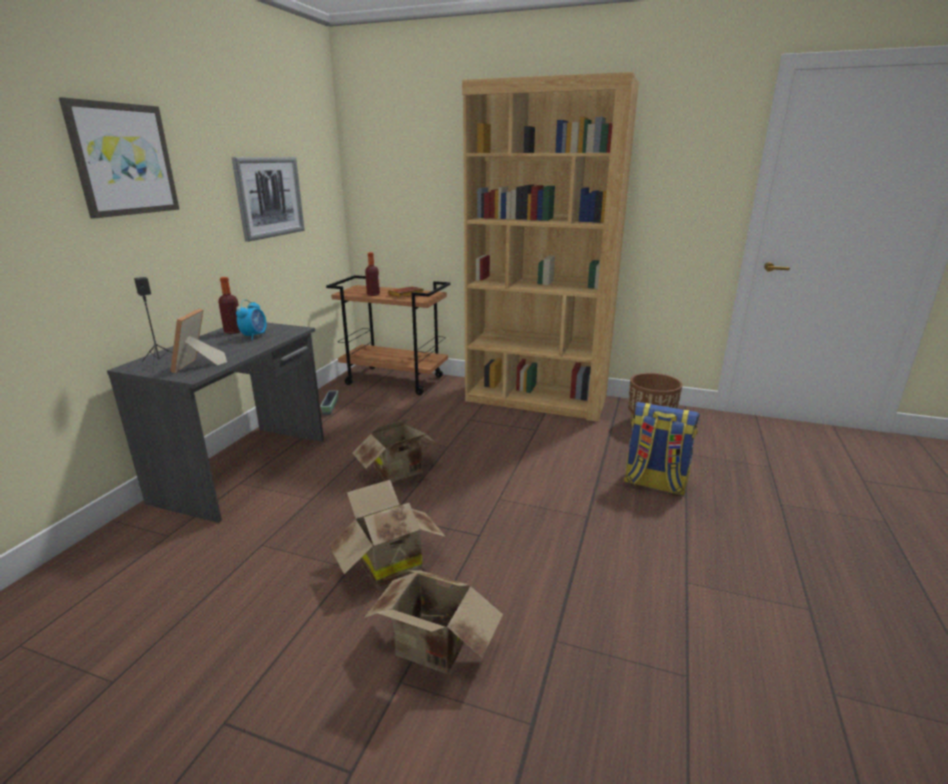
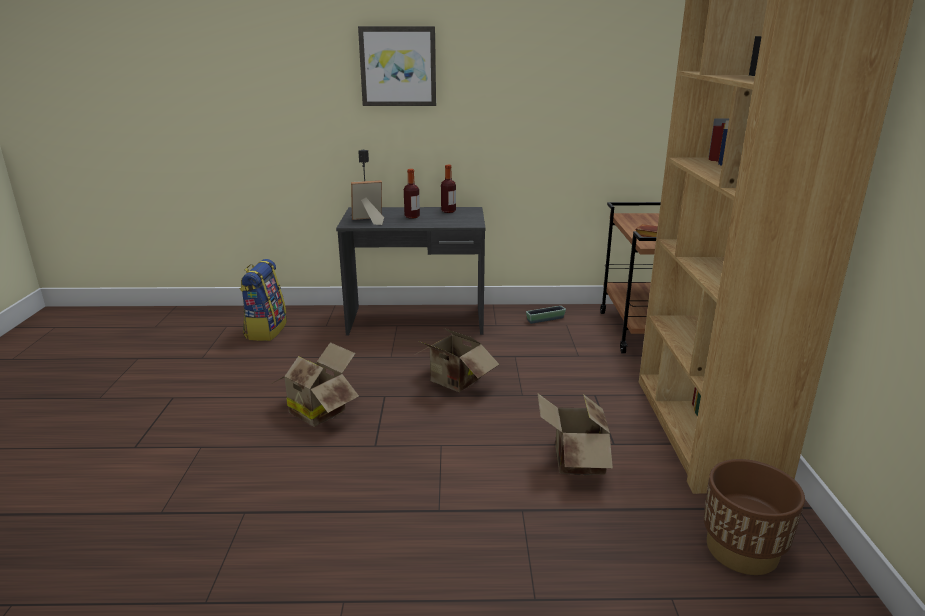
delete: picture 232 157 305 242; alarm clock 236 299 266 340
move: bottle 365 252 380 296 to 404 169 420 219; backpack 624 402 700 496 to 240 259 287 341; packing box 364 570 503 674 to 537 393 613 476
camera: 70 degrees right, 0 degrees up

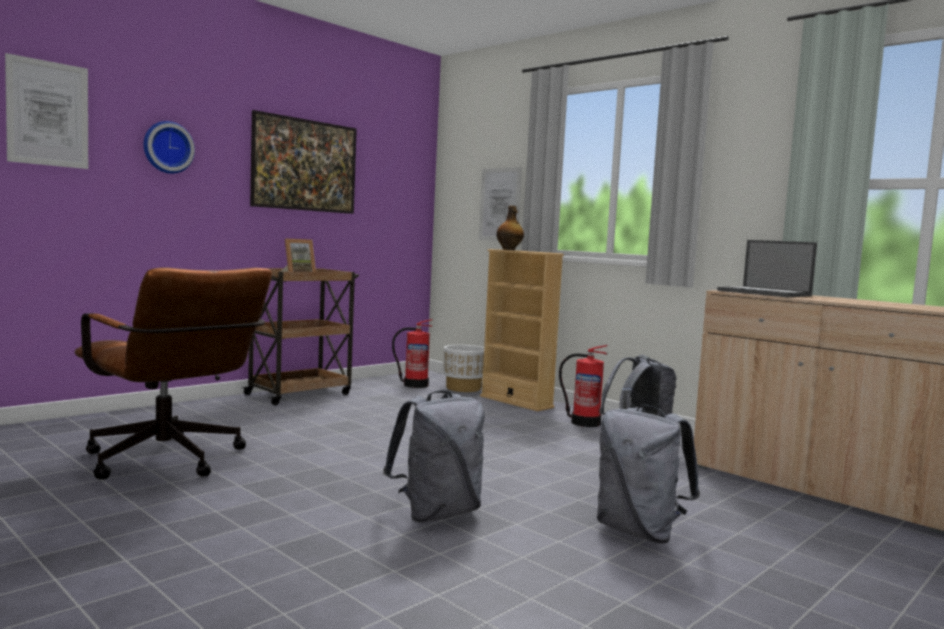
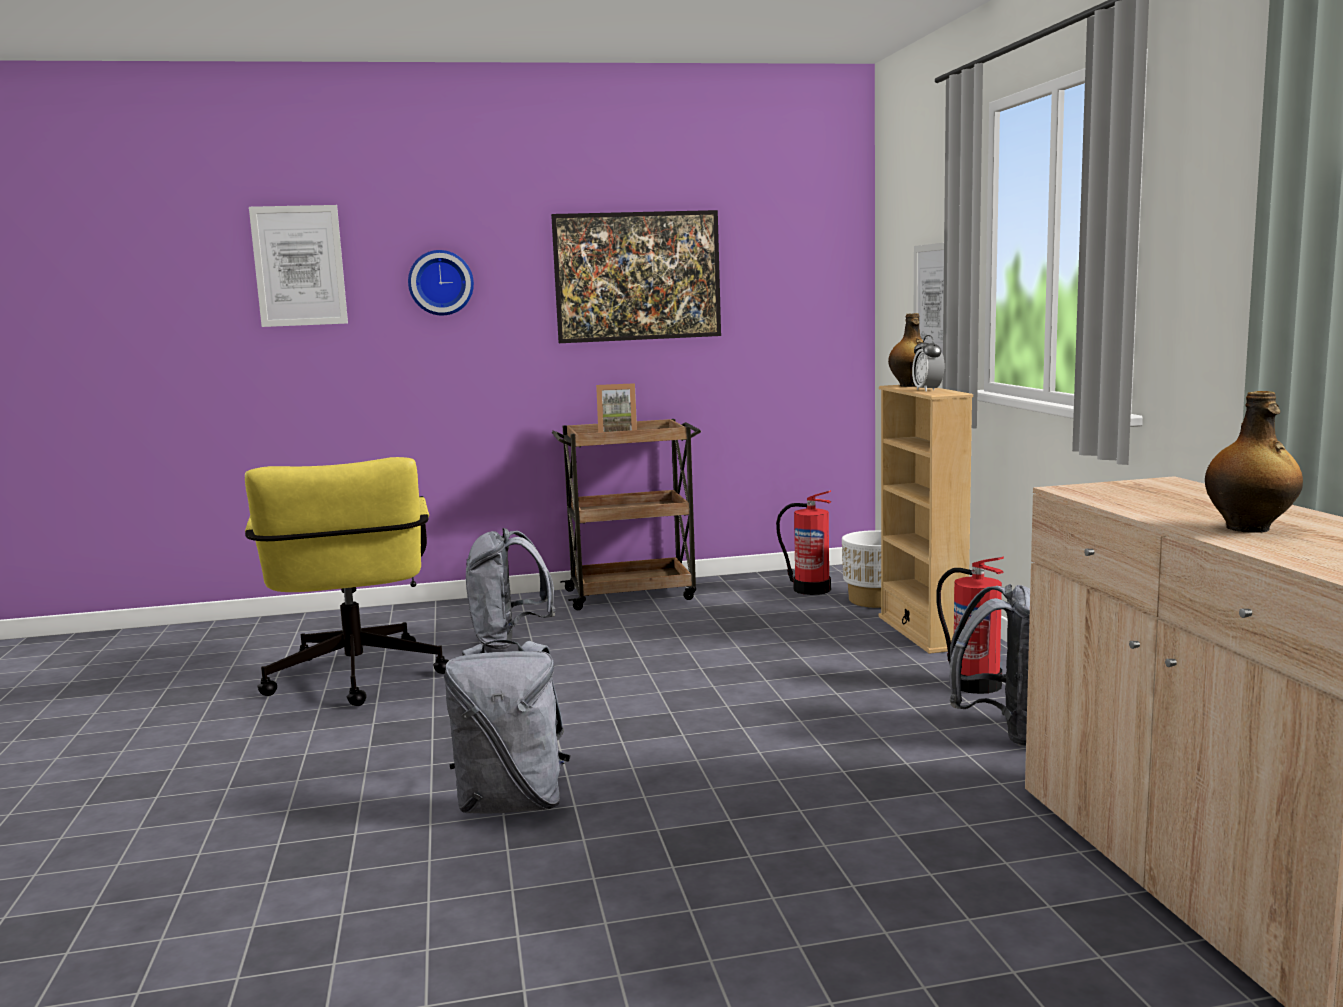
delete: laptop 717 240 817 297
insert: alarm clock 912 335 945 392; bottle 1205 391 1303 533
move: gray backpack 597 405 700 543 to 466 528 556 649
recolor: brown-coloured computer chair 74 267 272 480 to yellow computer chair 245 457 449 706
camera: 35 degrees right, 5 degrees up

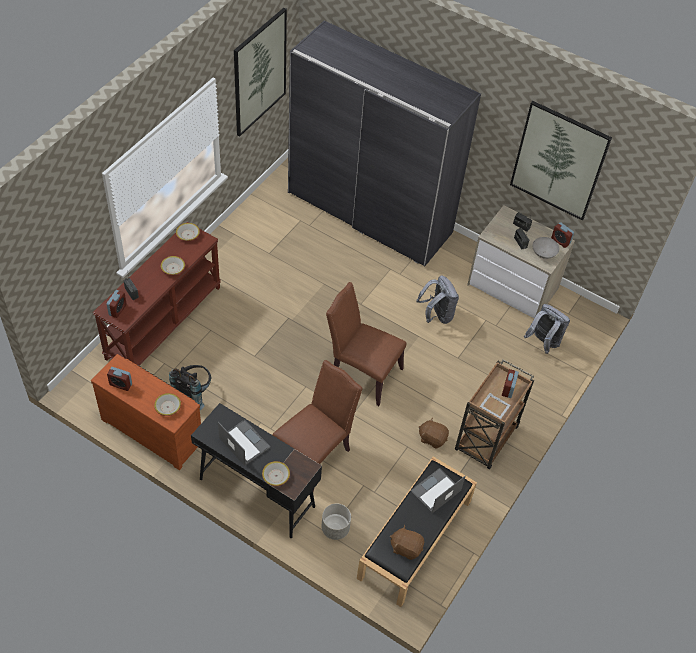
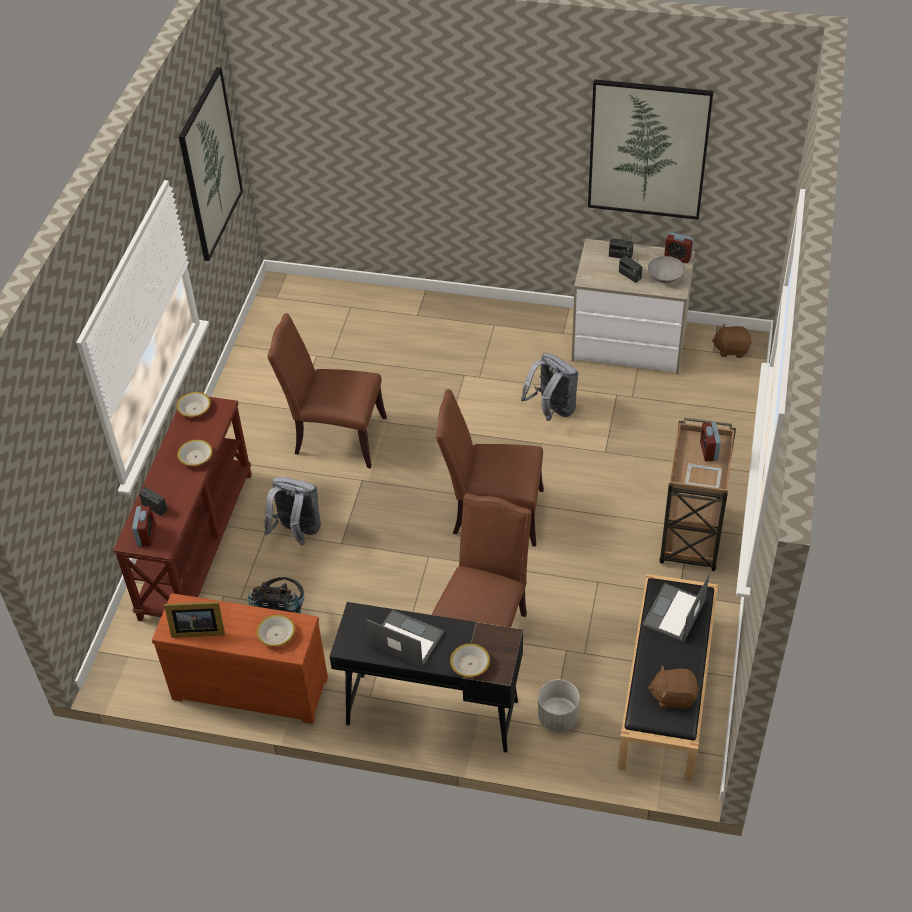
delete: gray armoire 288 20 481 266
insert: brown-coloured chair 267 313 387 469
move: gray backpack 524 304 570 354 to 264 477 321 546; brown-coloured cuddly toy 419 418 449 448 to 712 323 752 358
replace: alarm clock 107 367 132 391 to photo frame 164 601 225 638
camera: 15 degrees left, 5 degrees down

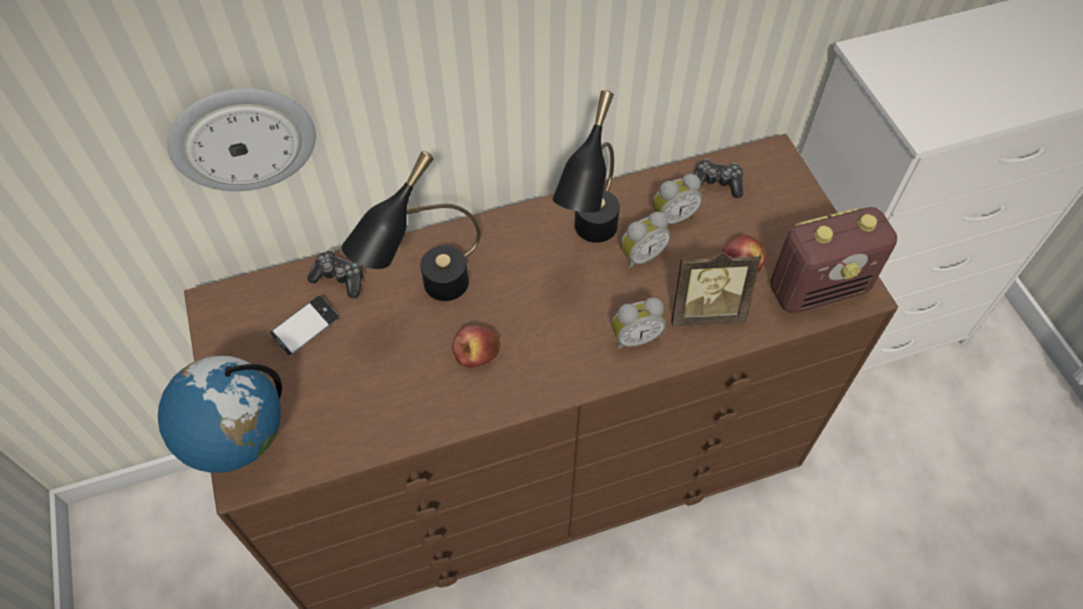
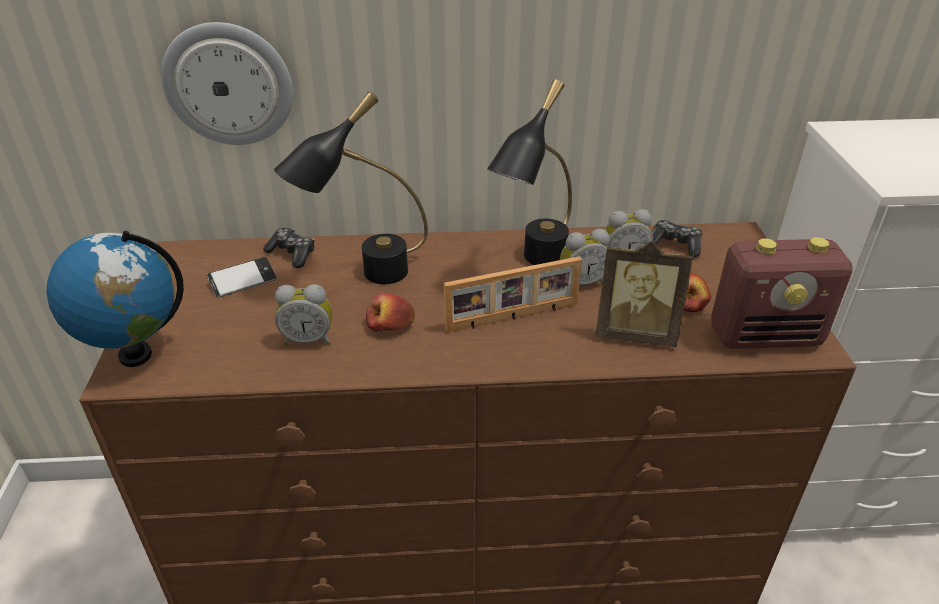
insert: photo frame 444 256 582 332
move: alarm clock 612 297 666 350 to 275 284 332 346
camera: 15 degrees right, 20 degrees down

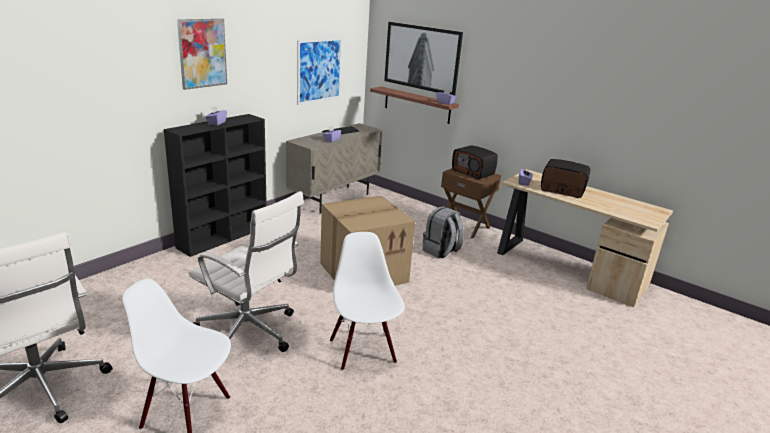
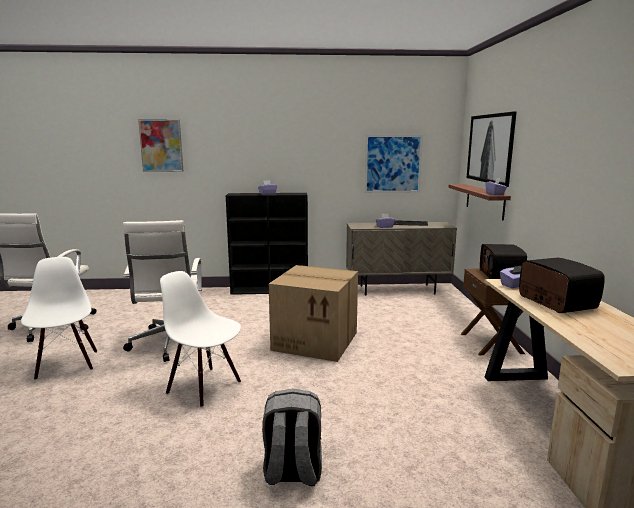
move: picture 177 19 227 90 to 138 119 183 172; gray backpack 422 206 464 258 to 262 389 322 486
rotate: white chair 330 232 405 371 = 160 271 241 408 90 degrees counterclockwise
camera: 50 degrees right, 10 degrees down

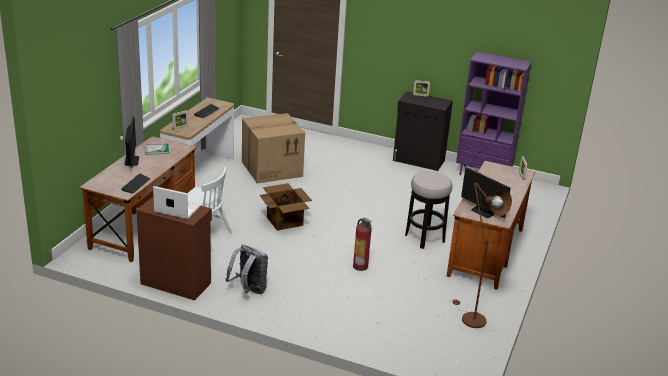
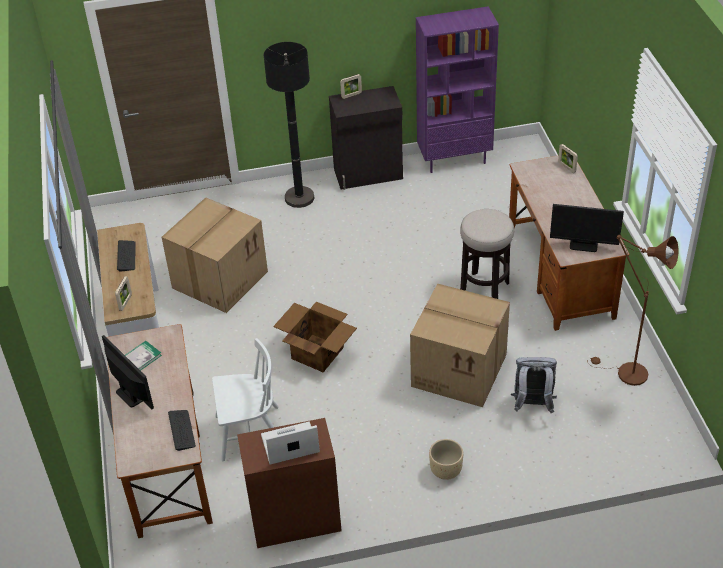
insert: black standard lamp 264 42 314 208; beige-coloured plant pot 429 439 463 480
move: gray backpack 226 244 268 294 to 511 357 557 413
replace: extinguisher 353 218 372 271 to packing box 410 283 510 407
camera: 30 degrees left, 15 degrees up

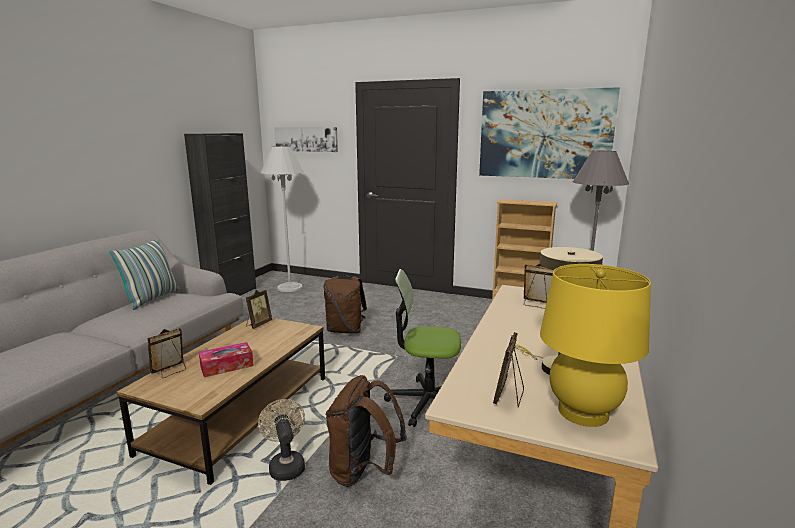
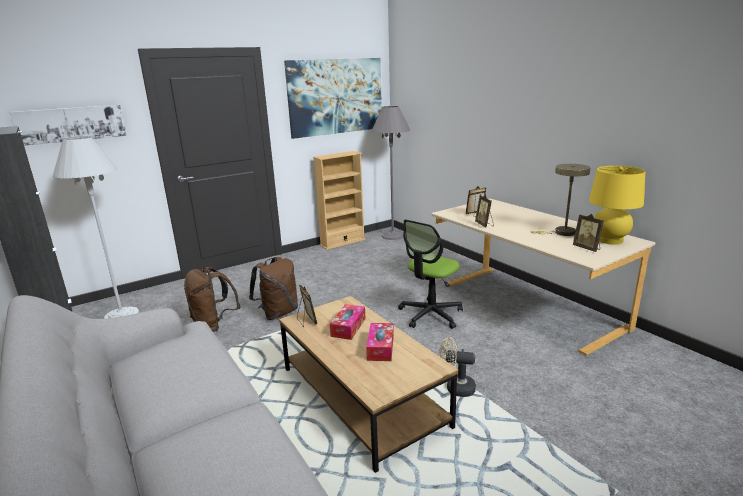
delete: pillow 109 239 180 310
insert: tissue box 330 304 366 340
move: photo frame 147 328 186 378 to 475 195 494 227; brown-coloured backpack 326 375 407 487 to 184 267 241 332
camera: 55 degrees left, 5 degrees up

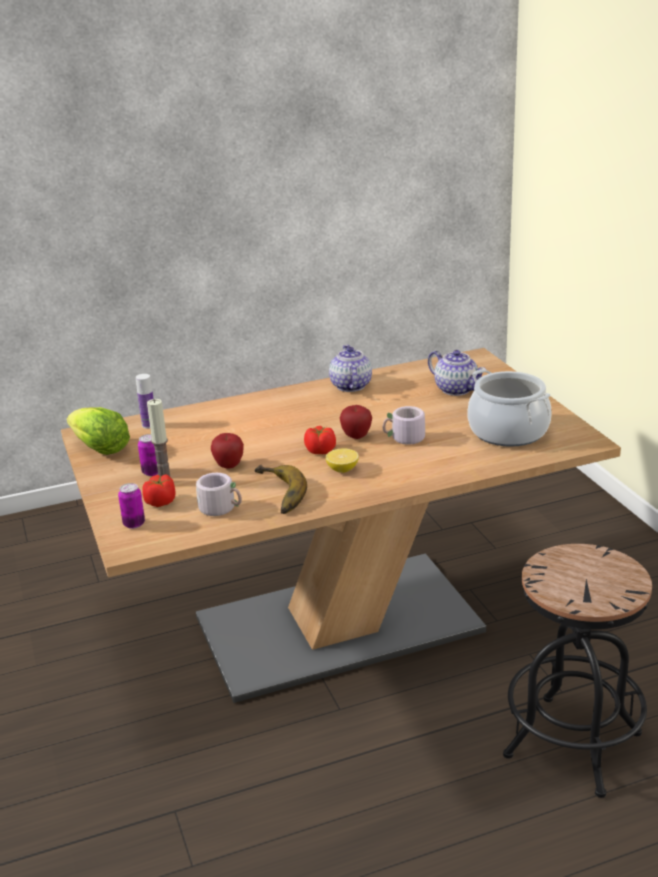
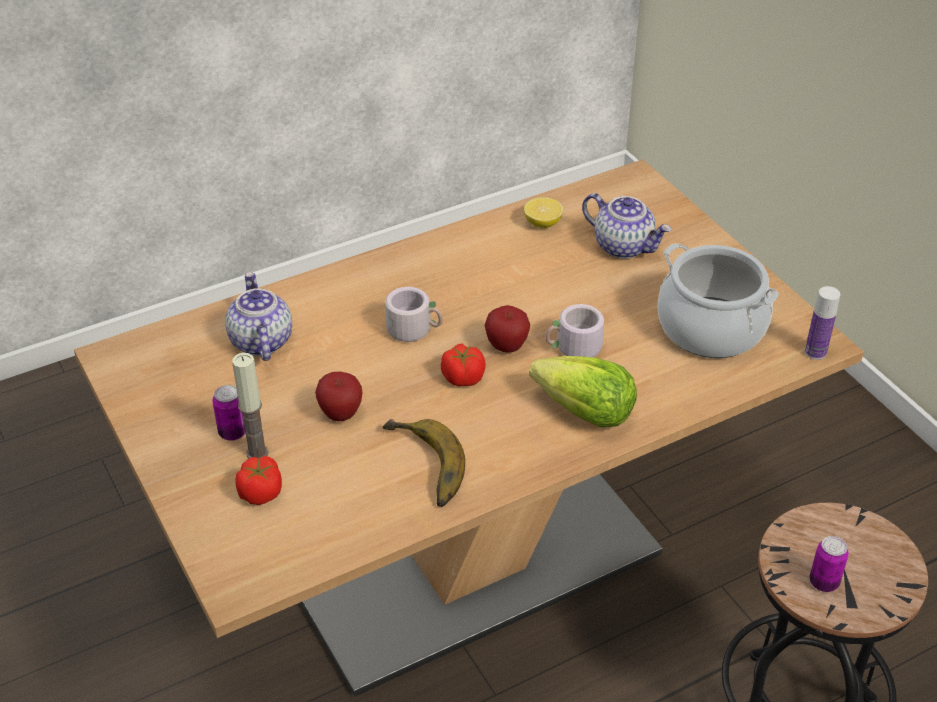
move: tea pot 329 345 372 392 to 225 272 292 361; bottle 136 374 154 429 to 805 286 840 360; head of lettuce 67 407 130 455 to 529 356 637 427; lemon 326 448 359 473 to 524 197 563 228; gray tea mug 196 473 242 516 to 385 287 443 342; can 118 483 145 529 to 810 536 849 592
camera: 10 degrees left, 15 degrees up

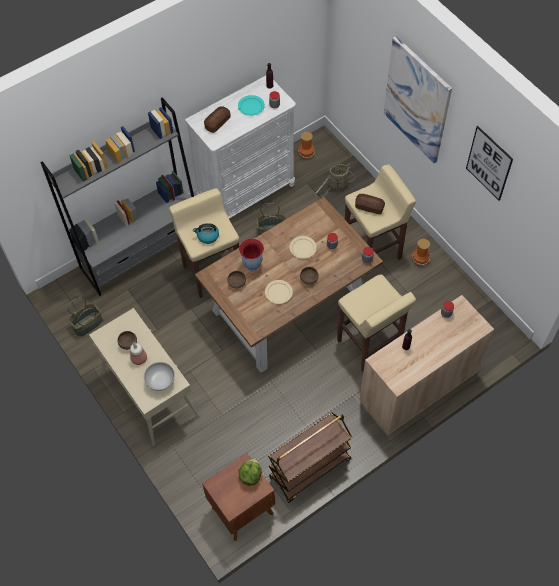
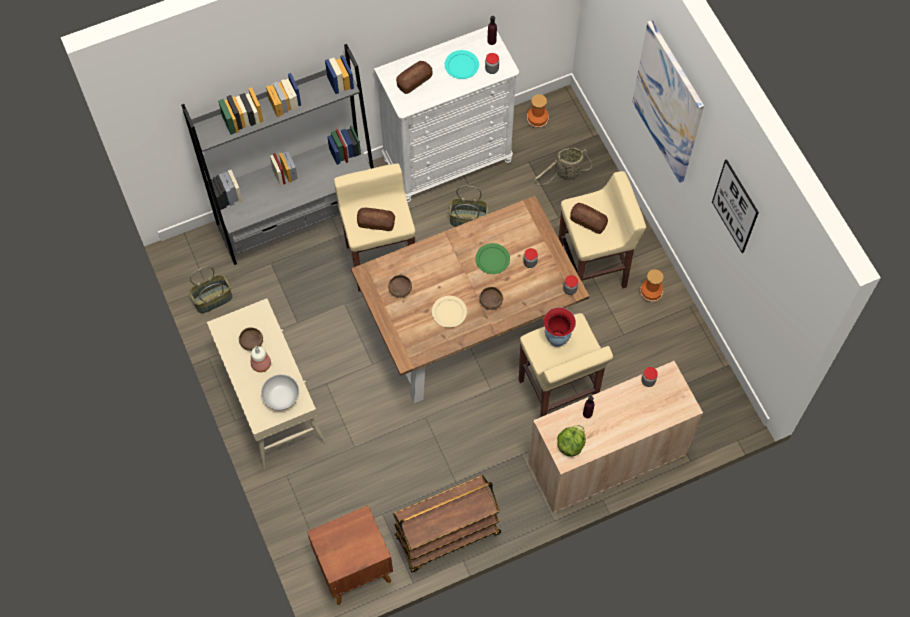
move: flower vase 239 238 264 271 to 543 307 576 347; head of lettuce 239 458 262 486 to 557 425 586 457
replace: kettle 193 223 219 244 to bread 357 208 395 231
recolor: beige-coloured dinner plate 289 236 317 259 to green dinner plate 475 243 510 274
camera: 10 degrees right, 5 degrees up

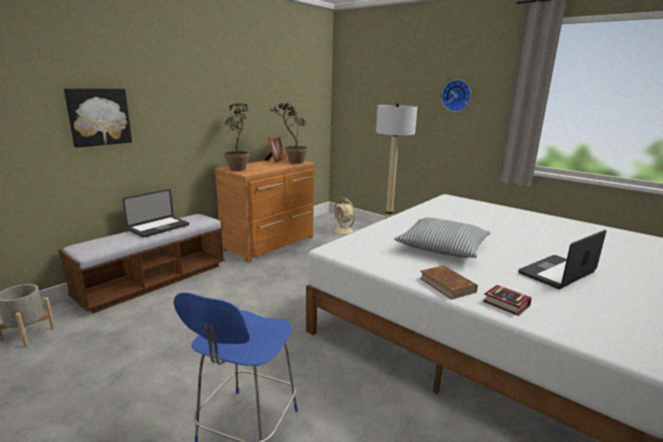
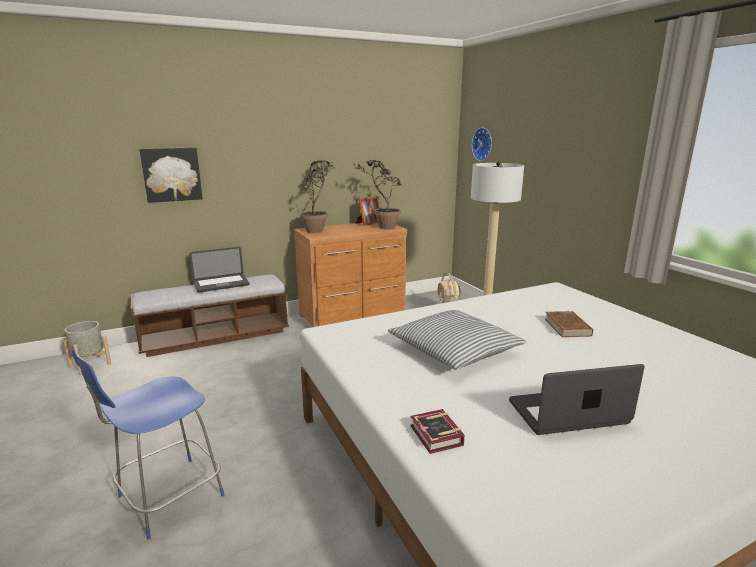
move: clock on the wall 442 80 471 112 to 472 128 492 161; brown-coloured volume 420 265 478 300 to 545 311 593 337
camera: 25 degrees right, 0 degrees up

